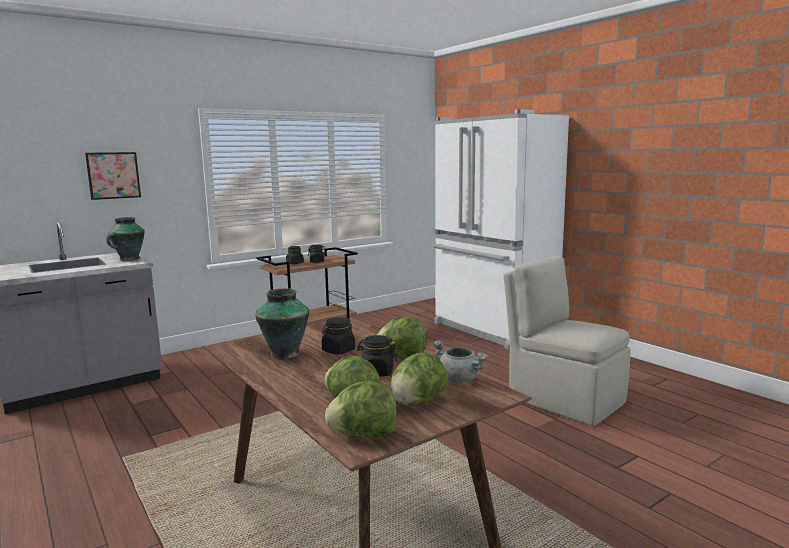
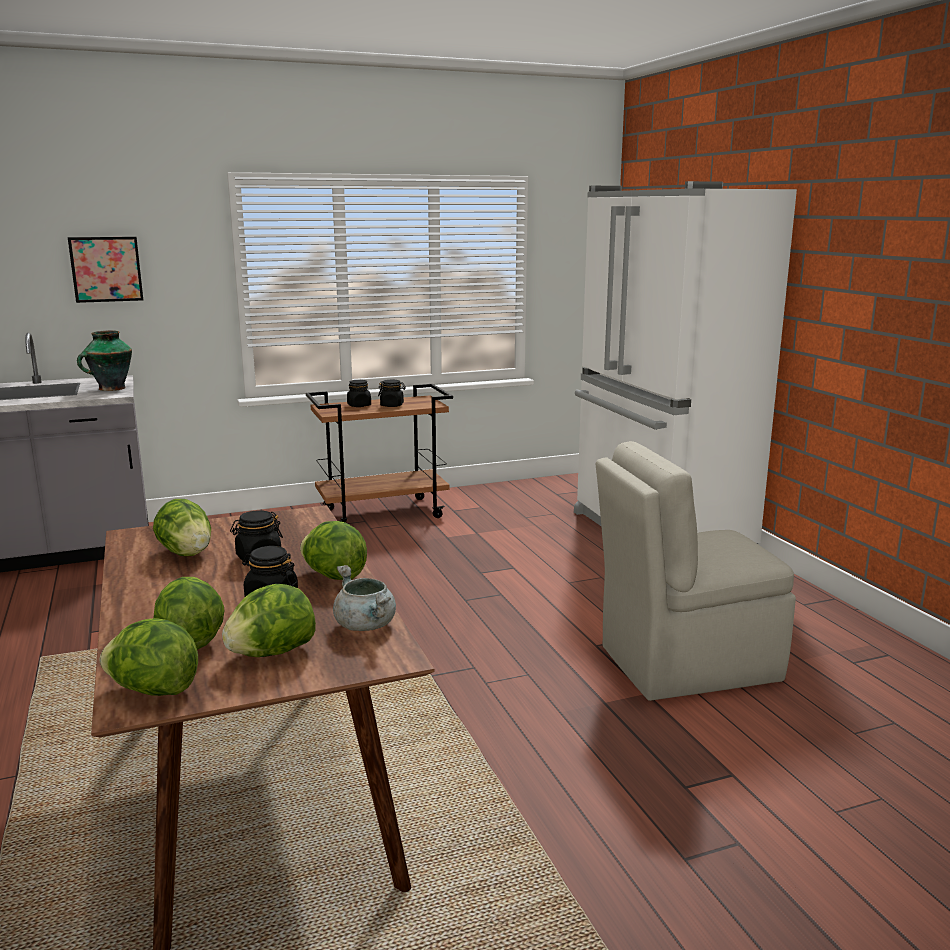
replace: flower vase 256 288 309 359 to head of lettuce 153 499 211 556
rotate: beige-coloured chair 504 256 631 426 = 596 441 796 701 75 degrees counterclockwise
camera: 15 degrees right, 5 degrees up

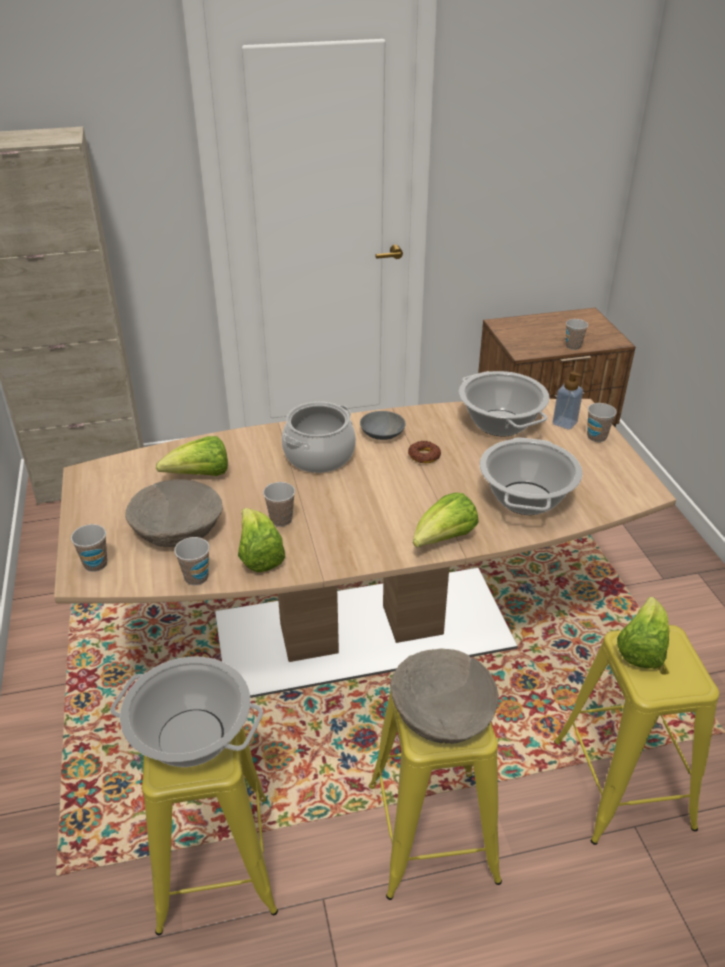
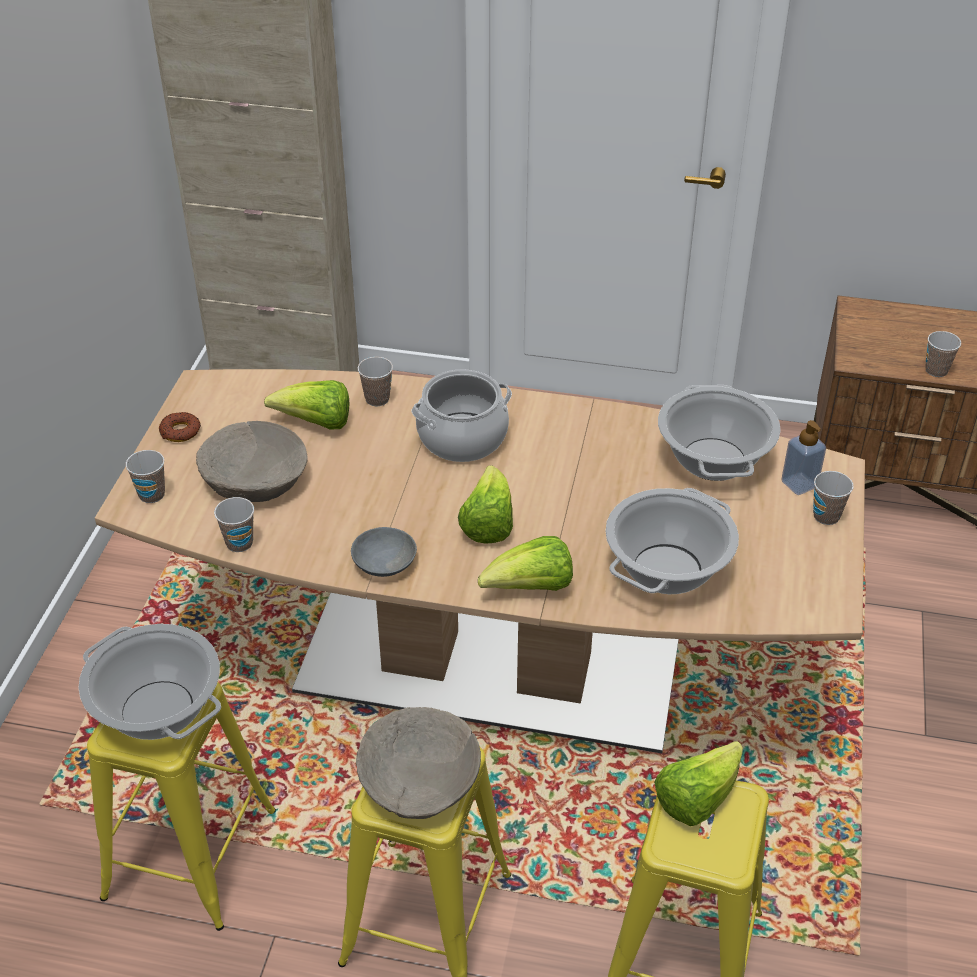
move: gray deep dish 360 411 406 440 to 351 527 417 577; donut 408 441 441 463 to 159 412 201 442; small cup 263 482 295 527 to 358 357 393 406; head of lettuce 238 508 285 572 to 458 465 513 544
camera: 25 degrees right, 5 degrees up

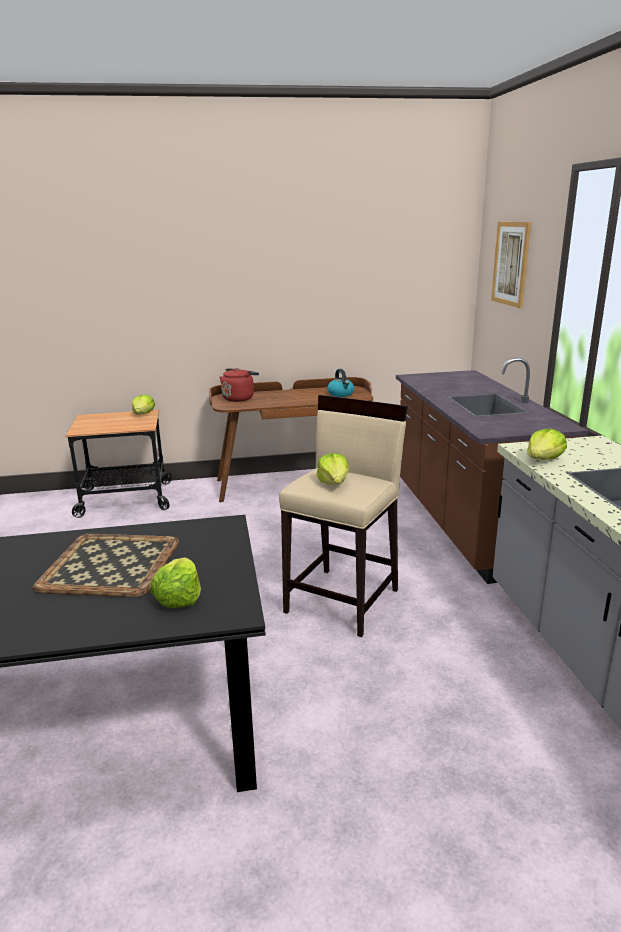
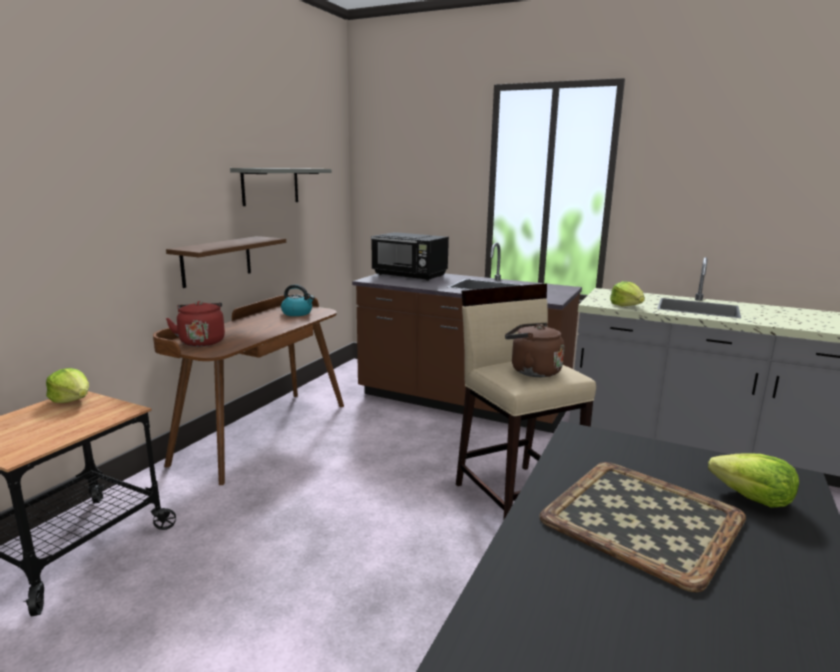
delete: picture 491 222 531 308
insert: gray bracket shelf 230 168 332 206; black microwave 371 232 449 281; brown-coloured bracket shelf 166 236 286 288
replace: head of lettuce 317 453 349 485 to brown-coloured kettle 505 323 564 377
camera: 55 degrees left, 5 degrees down

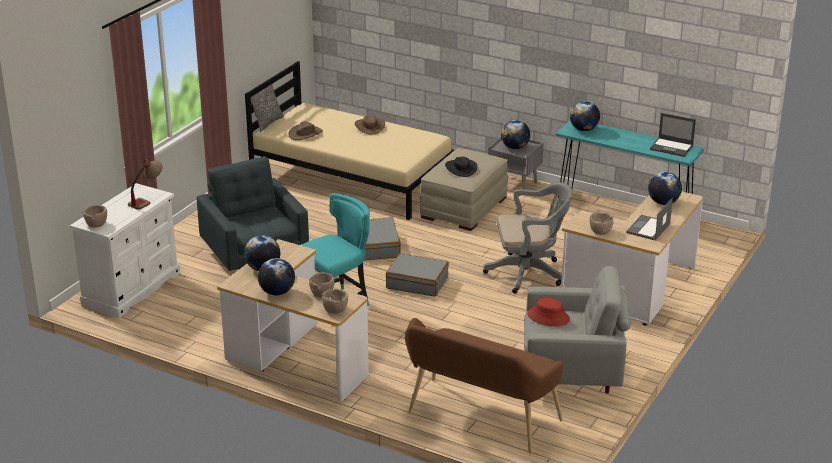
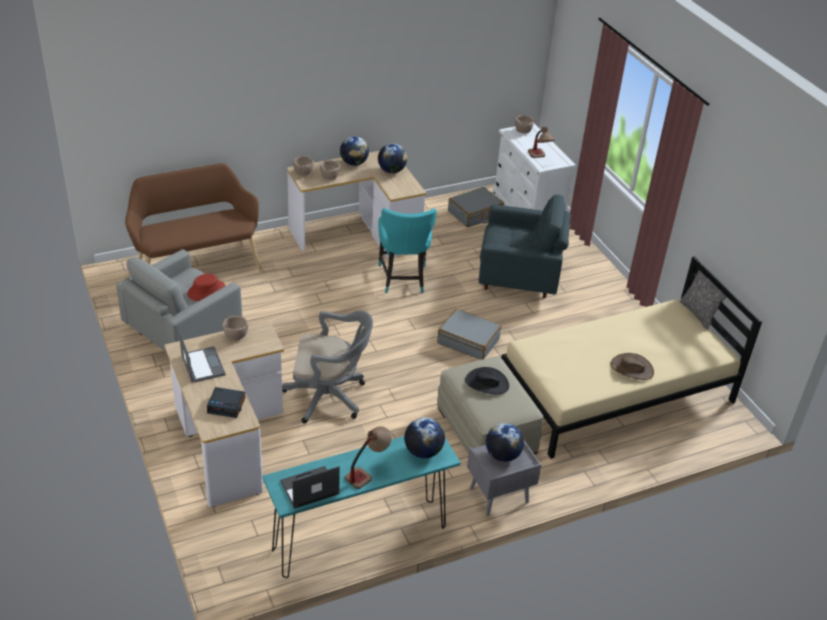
delete: brown-coloured clothing hat 288 121 323 140
insert: lamp for a table 345 426 391 489
move: gray suitcase 386 253 449 297 to 448 187 504 227
replace: desk globe 648 172 682 205 to alarm clock 207 387 245 418
rotate: gray computer chair 483 182 572 294 = 282 310 373 424 120 degrees counterclockwise
camera: 125 degrees right, 10 degrees up

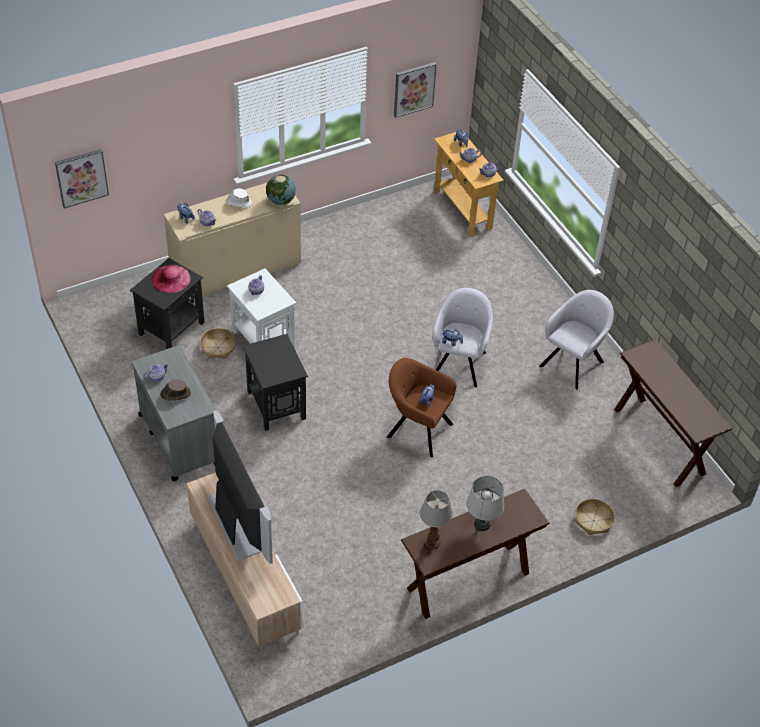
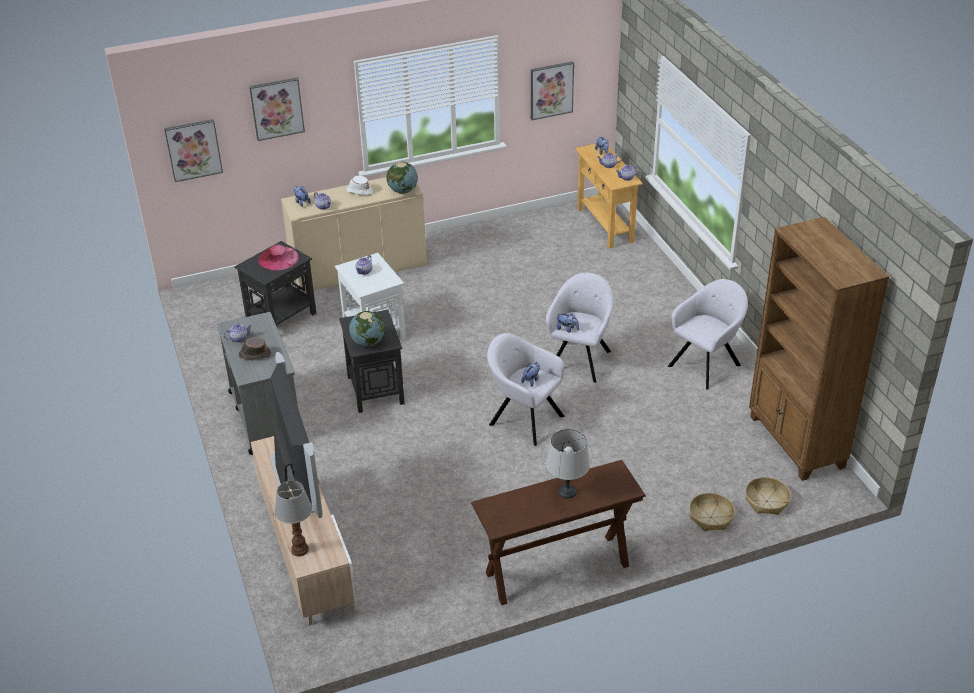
insert: picture 249 78 305 141; desk globe 349 311 385 347
move: household basket 200 328 236 359 to 745 477 791 515; lamp for a table 420 490 452 549 to 275 481 312 557
replace: brown-coloured console table 614 339 732 487 to brown-coloured bookshelf 749 217 889 481
recolor: brown-coloured easy chair 387 358 456 457 to gray easy chair 487 333 565 446
camera: 10 degrees right, 10 degrees down

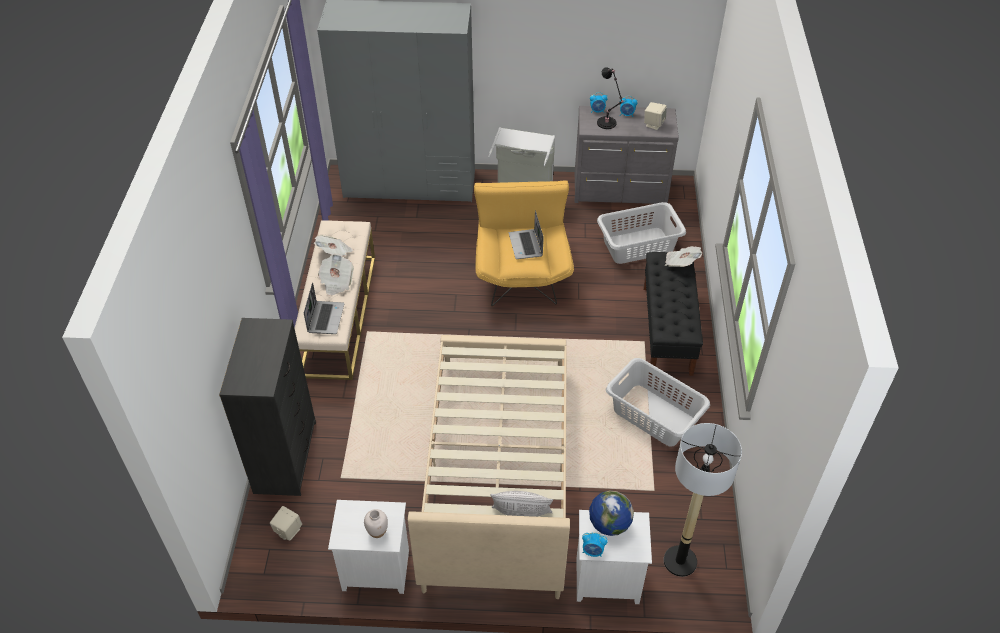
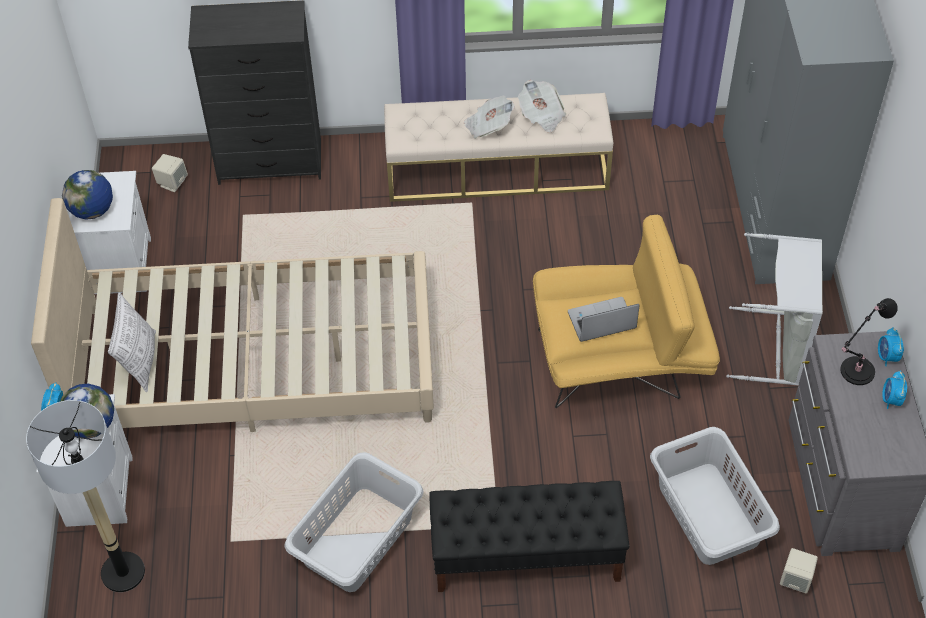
delete: printed paper 665 246 702 267; laptop 304 282 344 334
move: beige-coloured loudspeaker 644 102 667 130 to 780 548 818 593
replace: white flower vase 364 509 388 538 to desk globe 62 170 113 220
camera: 85 degrees right, 5 degrees up

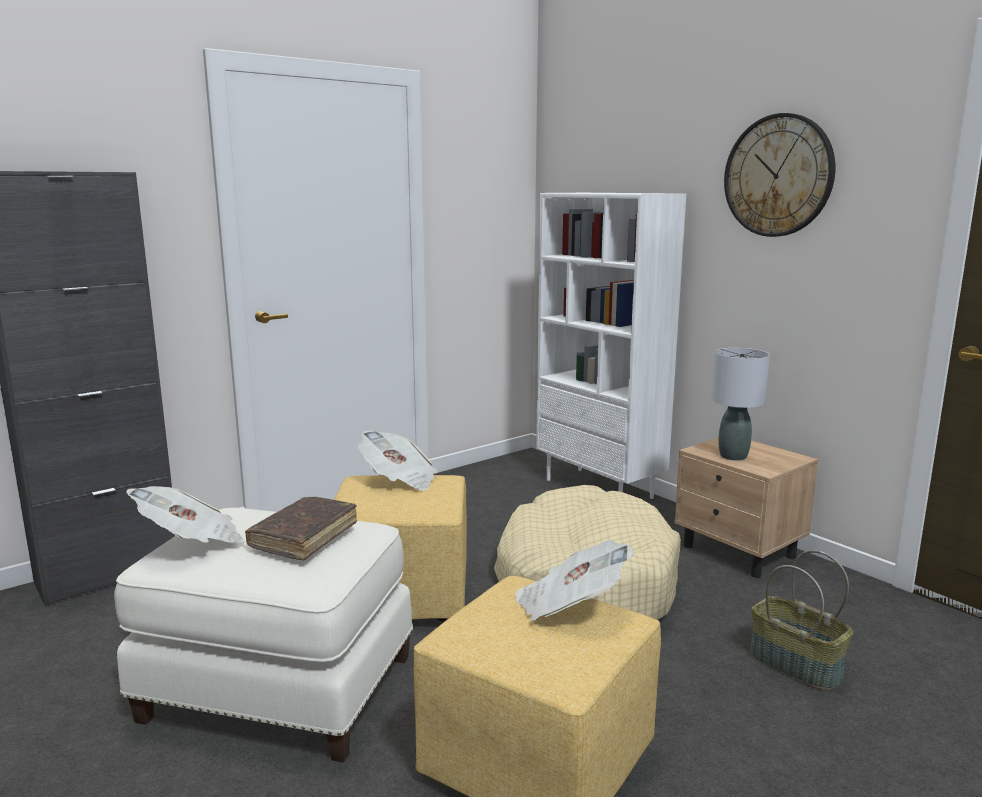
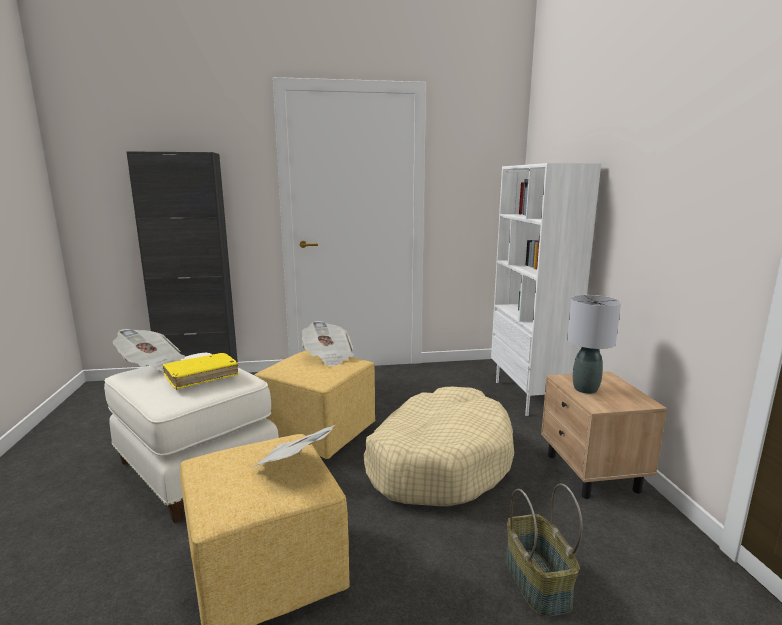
delete: clock on the wall 724 113 835 237
recolor: brown-coloured volume 245 497 357 560 to yellow volume 163 353 239 389
camera: 30 degrees right, 0 degrees up

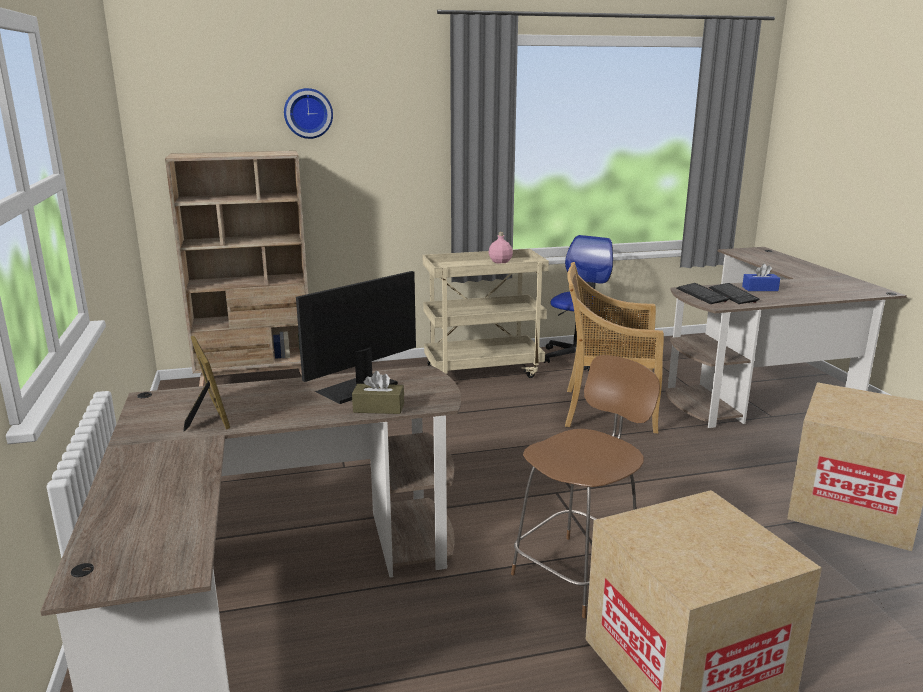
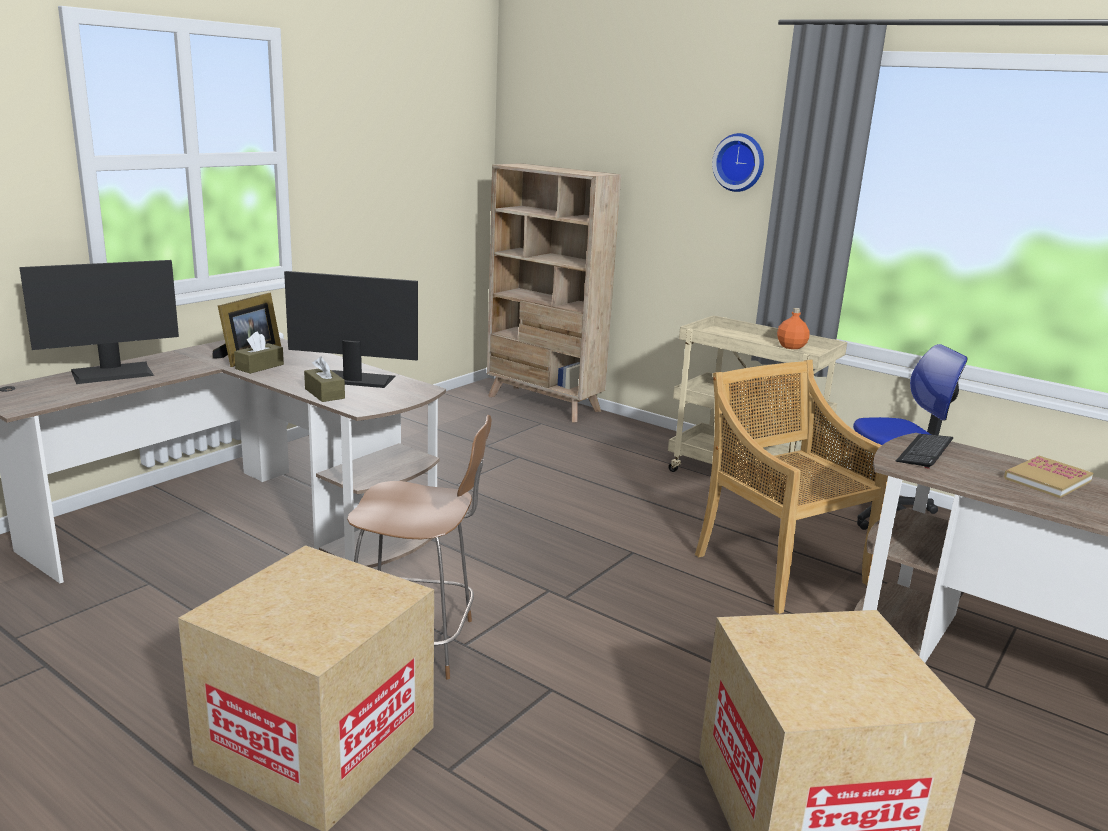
delete: keyboard 709 283 759 304
insert: monitor 19 260 179 384; brown-coloured tissue box 234 331 284 374
move: clock on the wall 284 88 333 139 to 712 133 764 192
replace: blue-coloured tissue box 742 264 780 291 to volume 1004 456 1093 498
recolor: pink bottle 489 232 513 264 to orangey bottle 777 308 809 349
camera: 50 degrees right, 0 degrees up

